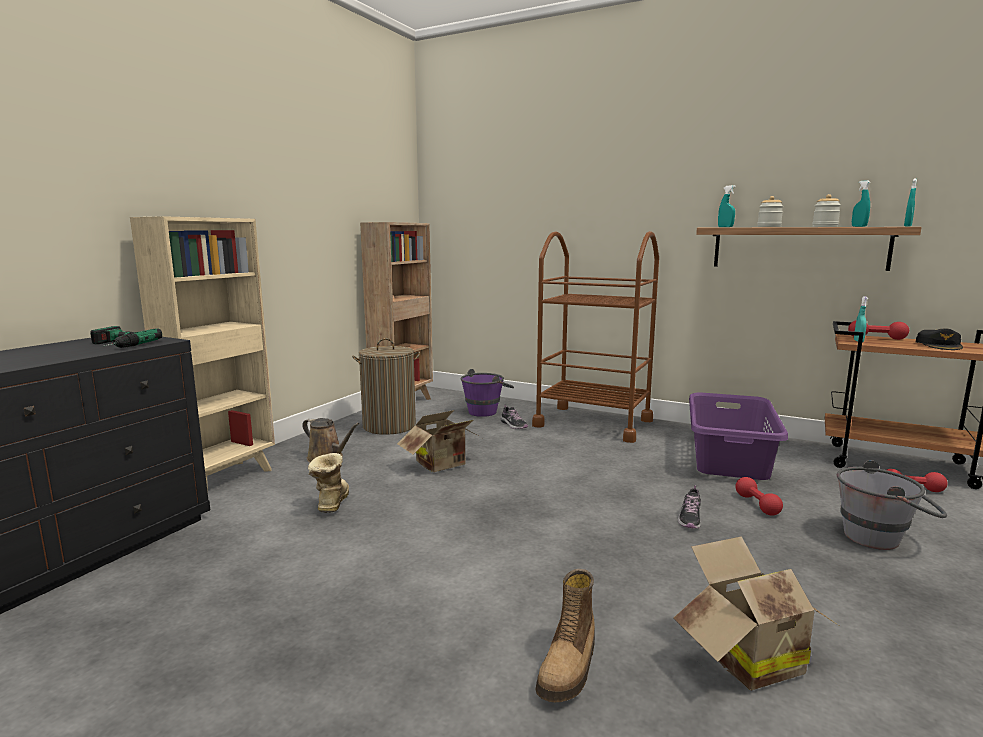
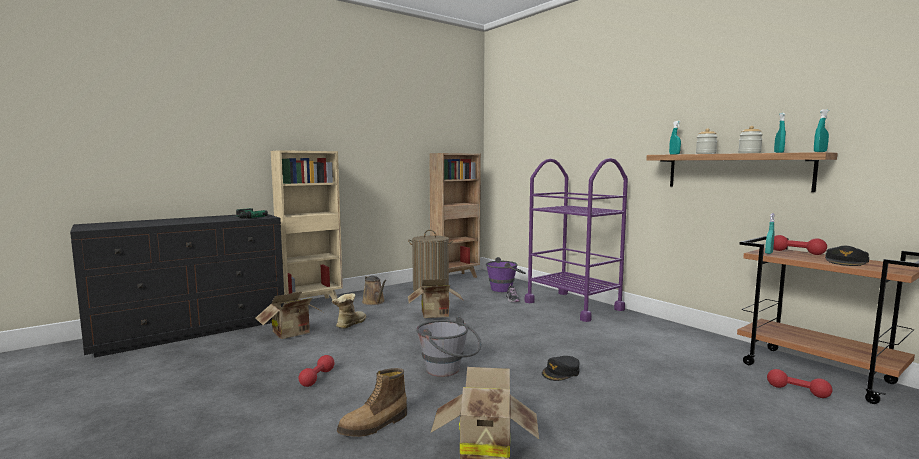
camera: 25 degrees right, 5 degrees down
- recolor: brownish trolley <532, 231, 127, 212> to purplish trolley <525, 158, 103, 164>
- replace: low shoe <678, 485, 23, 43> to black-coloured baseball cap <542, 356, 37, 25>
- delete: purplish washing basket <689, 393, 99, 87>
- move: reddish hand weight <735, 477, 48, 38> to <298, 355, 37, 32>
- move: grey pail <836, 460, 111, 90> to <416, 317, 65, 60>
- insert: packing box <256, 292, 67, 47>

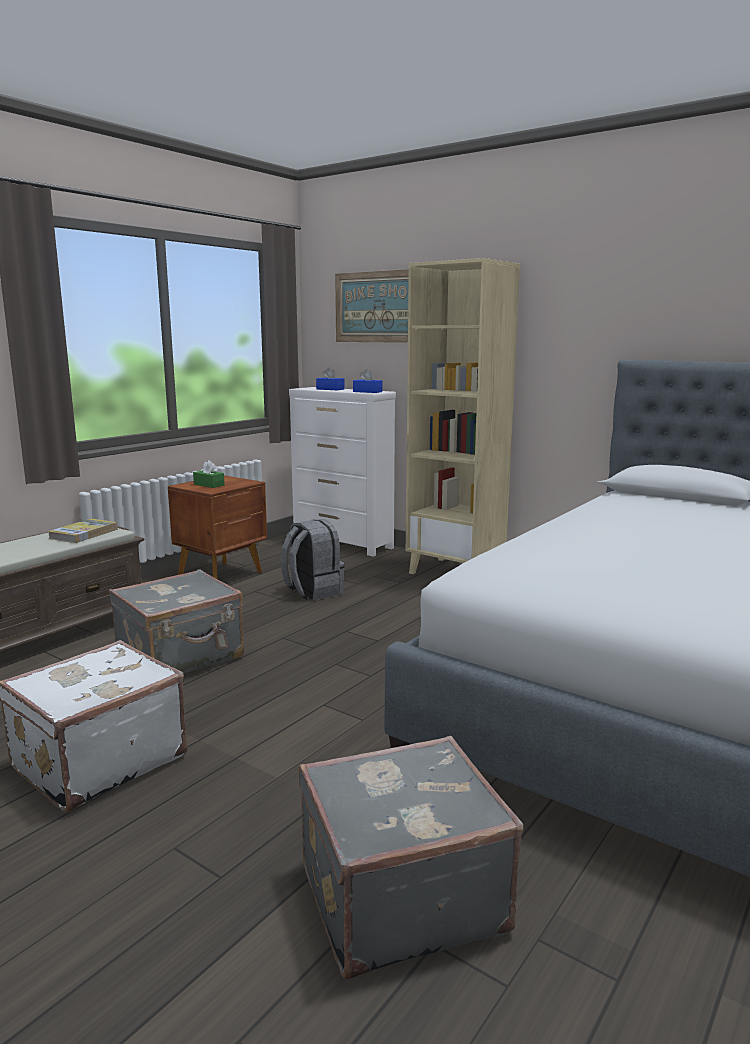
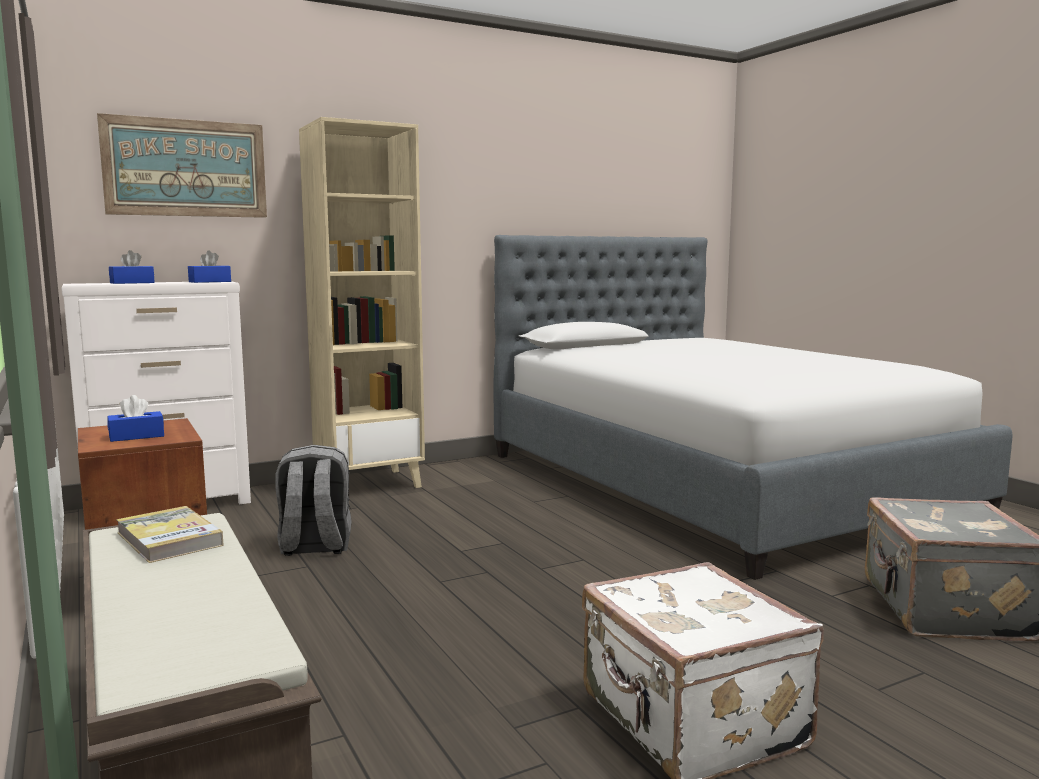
camera: 65 degrees left, 5 degrees down
- delete: grey suitcase <109, 569, 135, 105>
- recolor: green-coloured box of tissues <193, 460, 32, 28> to blue-coloured box of tissues <107, 395, 57, 47>

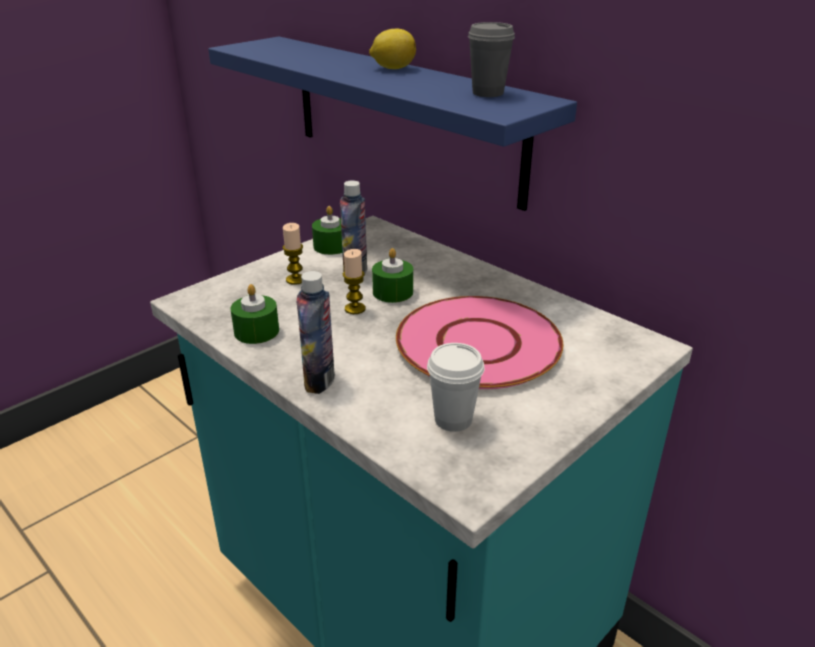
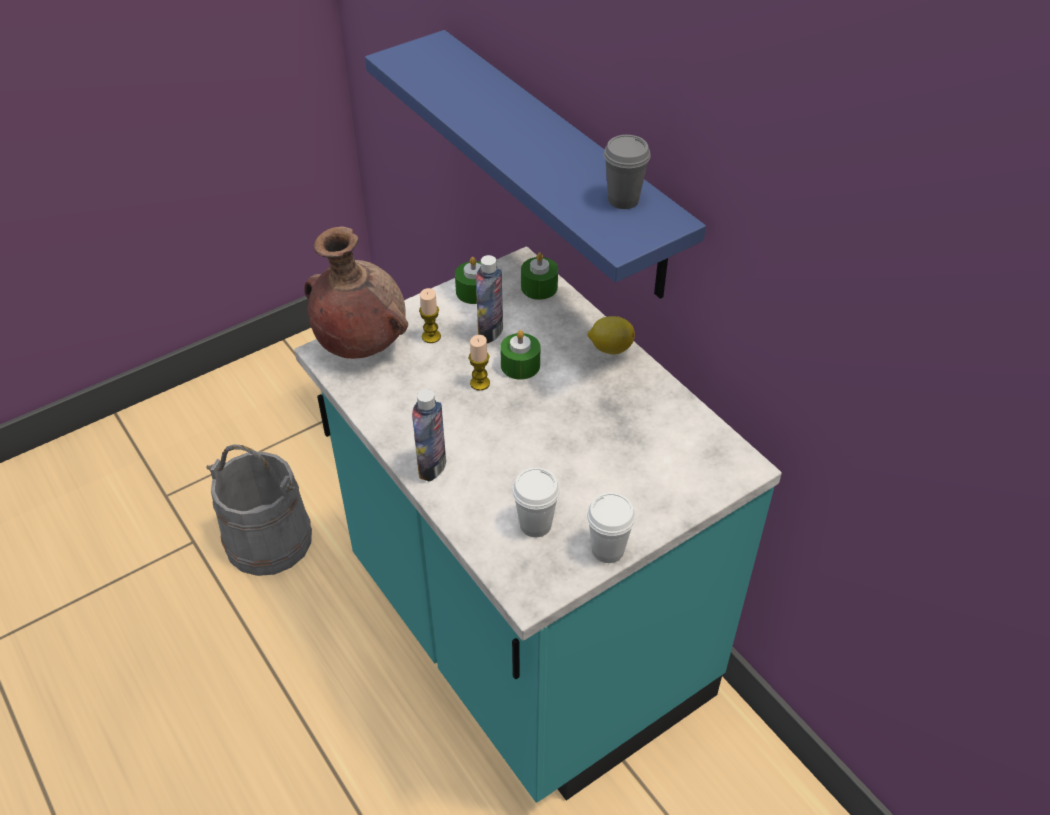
camera: 10 degrees right, 15 degrees up
- move: green-coloured wax candle <230, 284, 49, 60> to <521, 252, 37, 48>
- move: whole lemon <369, 29, 47, 40> to <588, 316, 47, 39>
- delete: pink flat dish <396, 296, 167, 93>
- insert: grey pail <206, 445, 106, 131>
- insert: brownish flower vase <304, 227, 104, 132>
- insert: white drinking cup <587, 493, 49, 70>

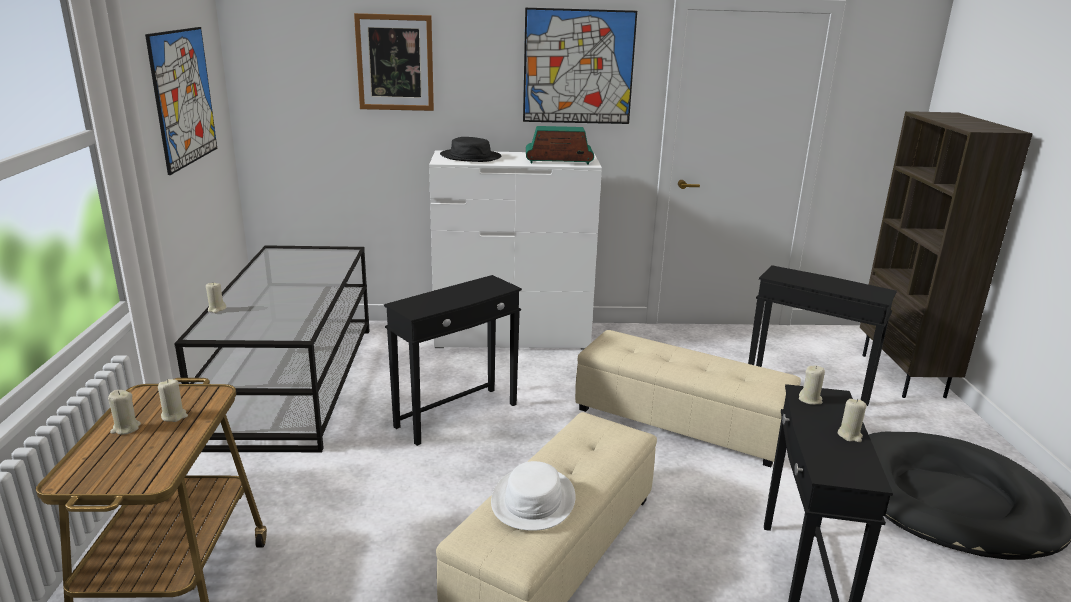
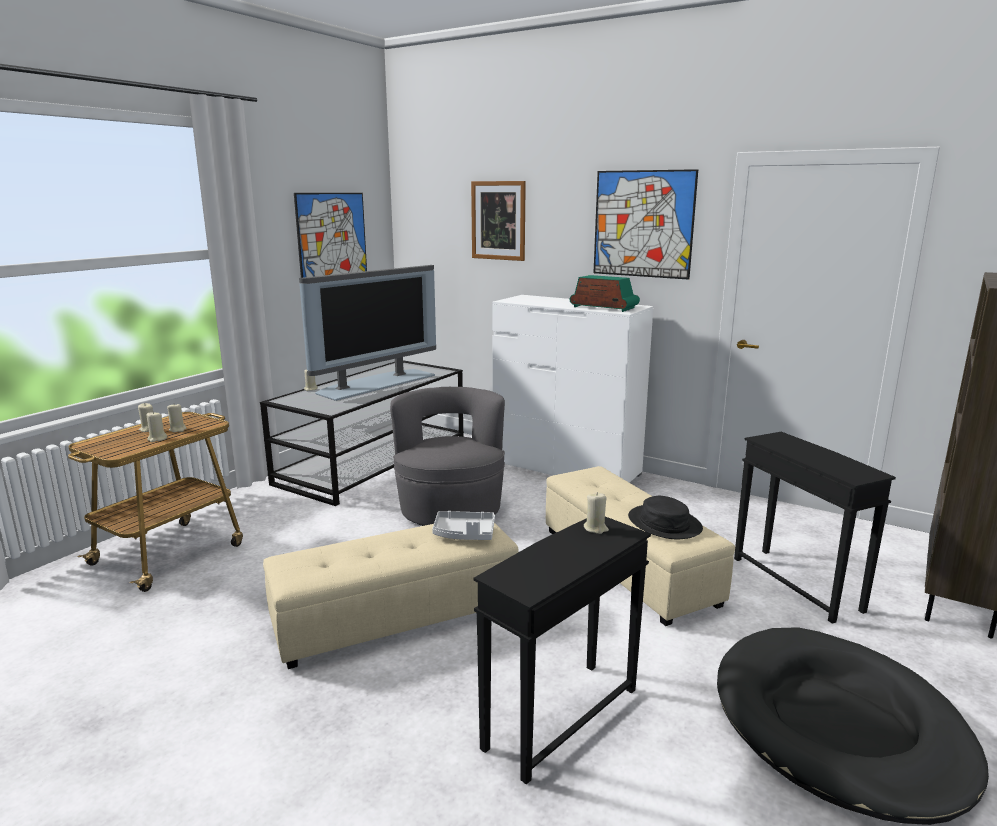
camera: 35 degrees right, 5 degrees down
- replace: black-coloured end table <384, 275, 138, 171> to grey armchair <390, 387, 115, 139>
- move: black-coloured hat <440, 137, 62, 25> to <628, 496, 75, 43>
- delete: white hat <491, 461, 85, 70>
- move: beige wax candle <838, 399, 29, 43> to <147, 411, 20, 31>
- insert: television <299, 265, 137, 136>
- insert: grey serving tray <432, 511, 63, 29>

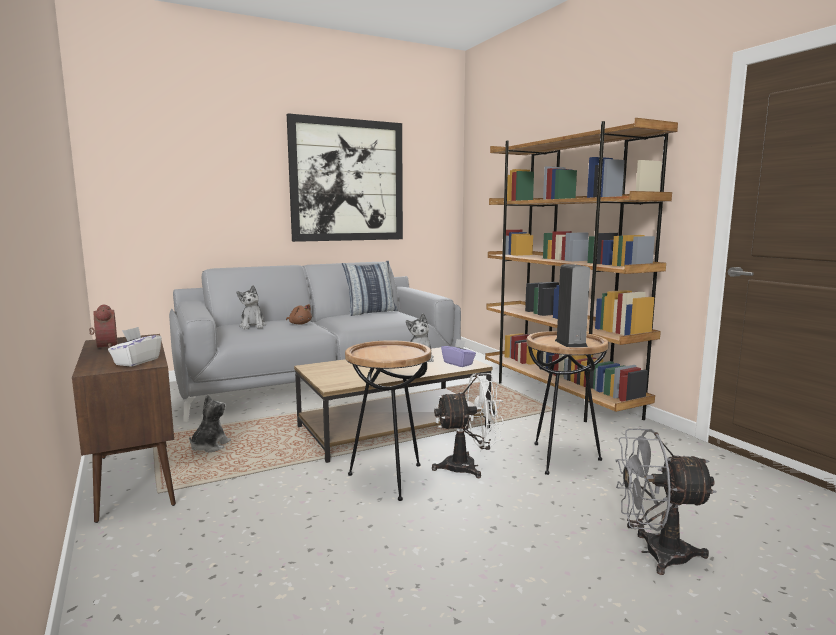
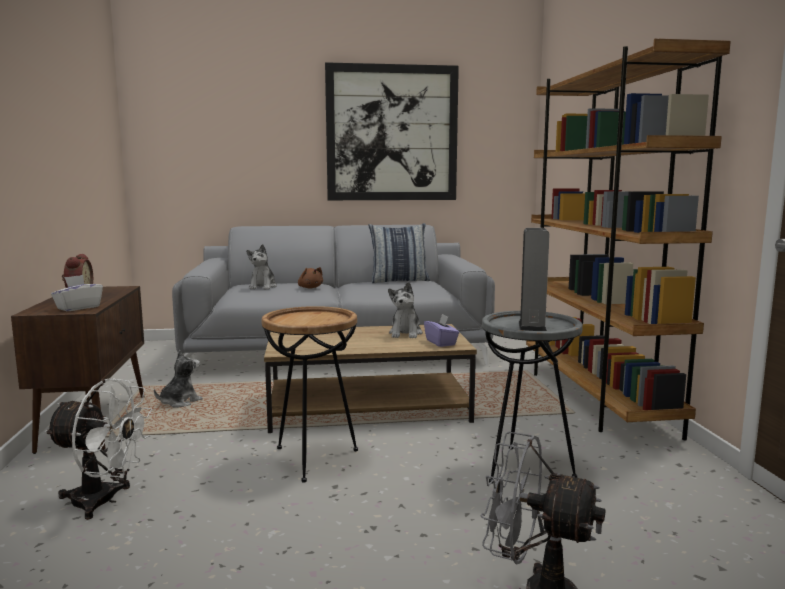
camera: 20 degrees right, 0 degrees up
- move: white cooling fan <432, 373, 72, 105> to <44, 378, 109, 142>
- recolor: brownish end table <527, 331, 82, 144> to grey end table <482, 311, 101, 173>

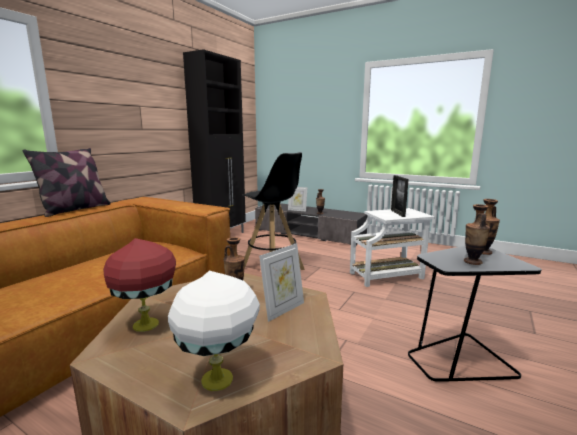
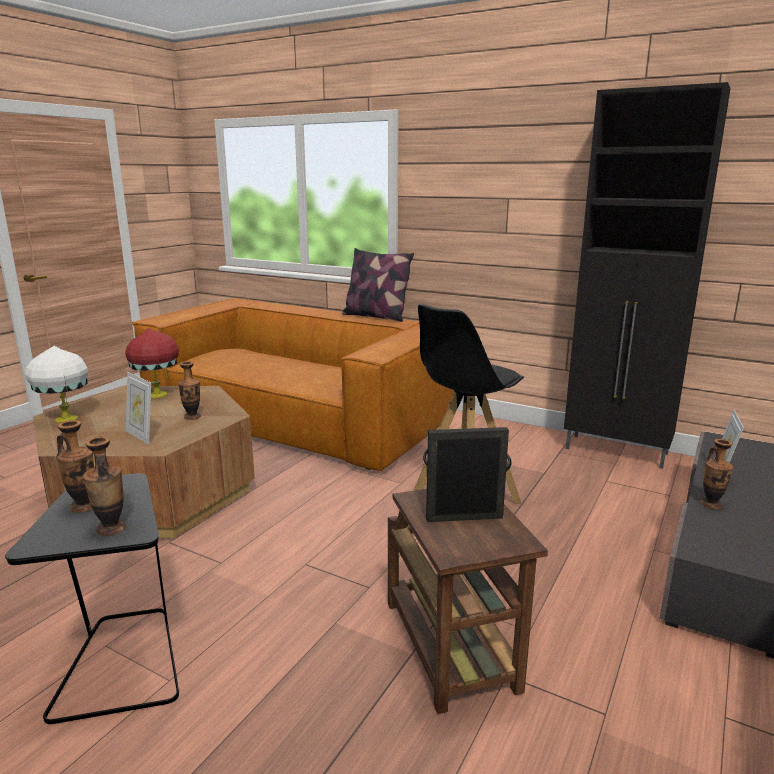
camera: 90 degrees right, 5 degrees up
- recolor: white end table <350, 208, 85, 79> to brownish end table <388, 489, 160, 225>

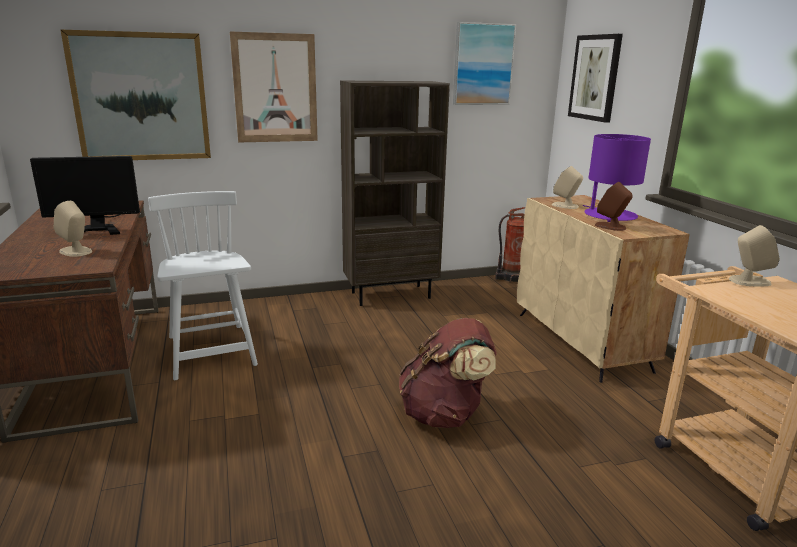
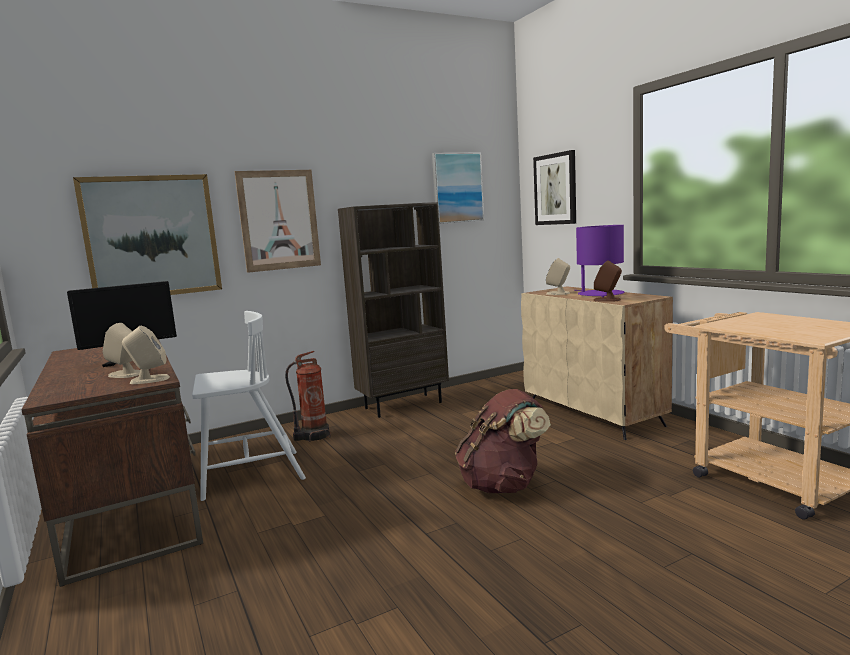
camera: 10 degrees left, 10 degrees down
- rotate: white plain chair <148, 191, 110, 189> = <192, 311, 114, 190> 105 degrees clockwise
- move: fire-fighting cylinder <495, 207, 30, 75> to <285, 351, 46, 91>
- move: beige audio speaker <729, 225, 51, 61> to <122, 326, 48, 58>

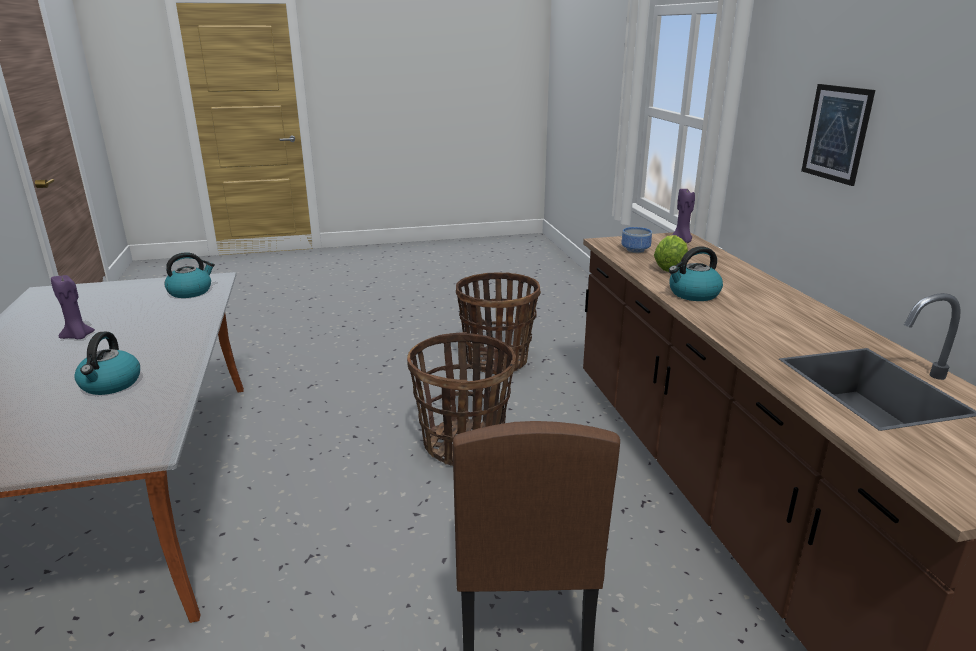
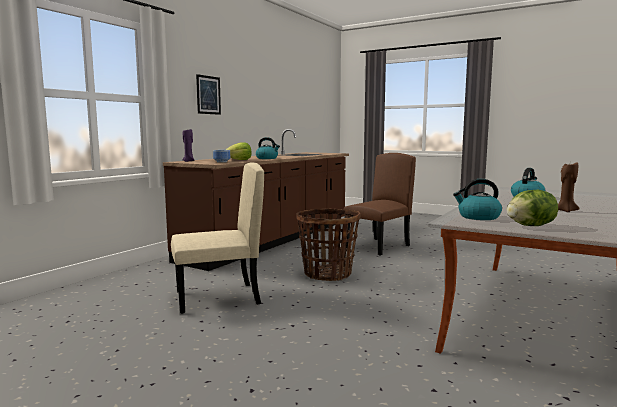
camera: 135 degrees left, 15 degrees down
- recolor: purplish wax candle <51, 275, 44, 64> to brownish wax candle <558, 162, 21, 50>
- replace: household basket <456, 272, 85, 100> to beige plain chair <171, 162, 93, 151>
- insert: lettuce head <507, 190, 51, 36>

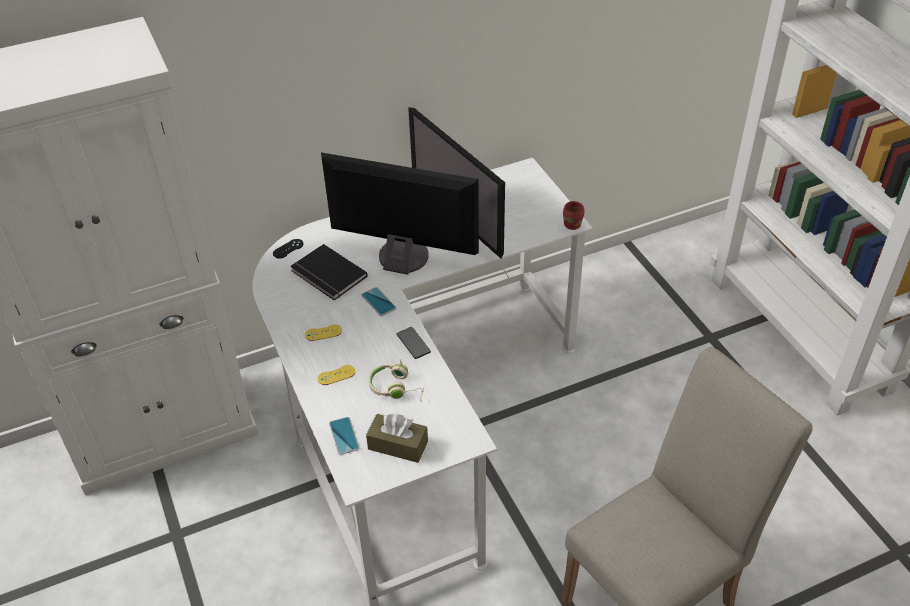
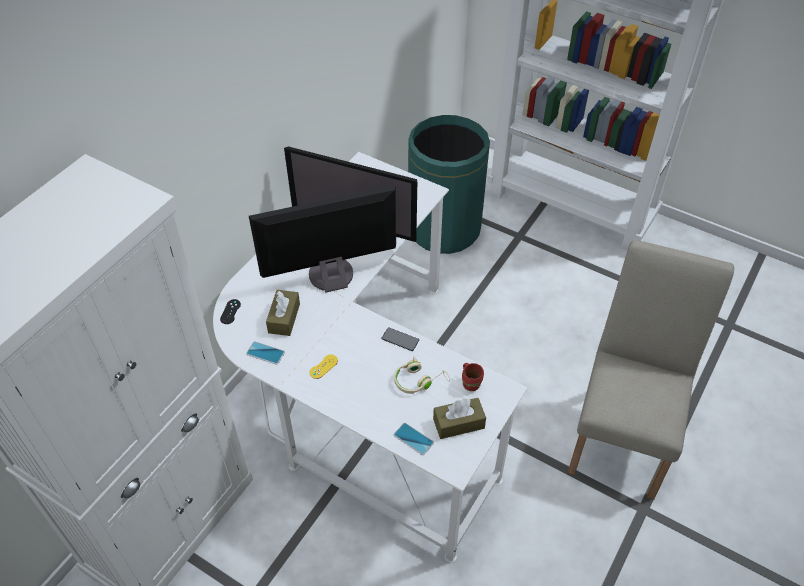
camera: 35 degrees left, 5 degrees up
- replace: black-coloured book <291, 244, 77, 56> to brownish box of tissues <266, 290, 34, 46>
- delete: yellowish joypad <318, 365, 37, 20>
- move: phone <361, 287, 35, 29> to <246, 342, 39, 23>
- move: reddish tea mug <563, 201, 21, 29> to <462, 363, 22, 28>
- insert: green-coloured trash can <408, 115, 82, 139>

